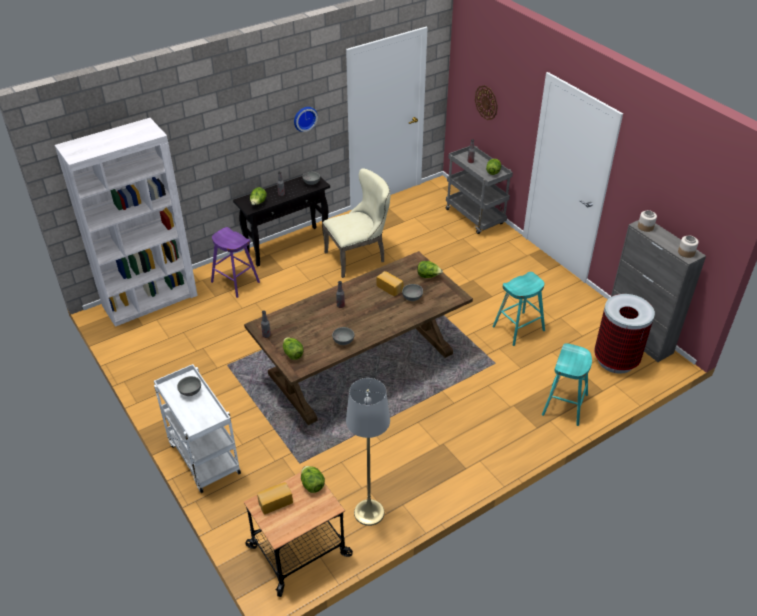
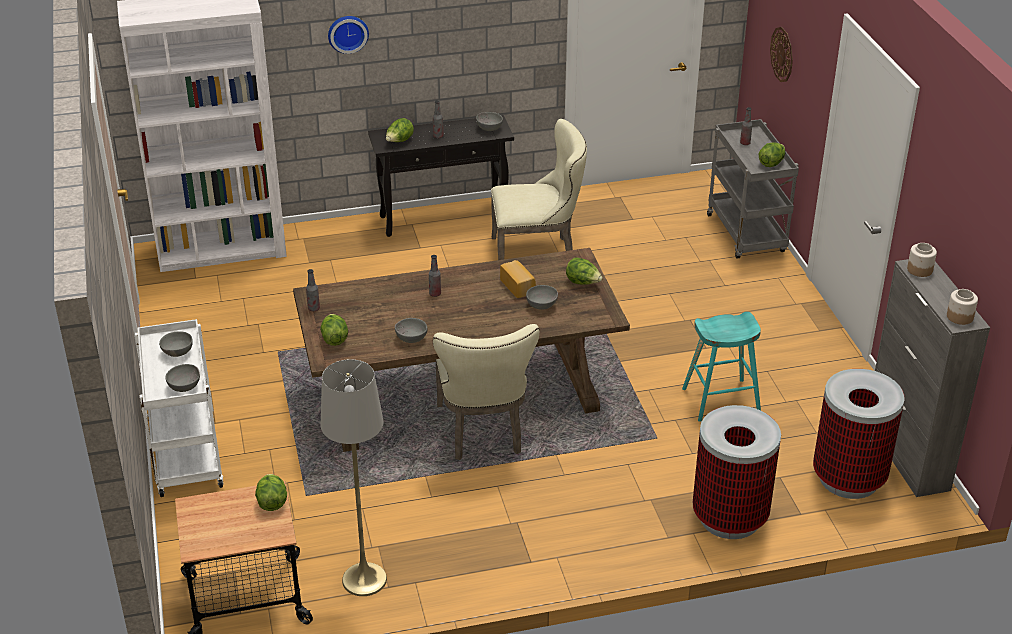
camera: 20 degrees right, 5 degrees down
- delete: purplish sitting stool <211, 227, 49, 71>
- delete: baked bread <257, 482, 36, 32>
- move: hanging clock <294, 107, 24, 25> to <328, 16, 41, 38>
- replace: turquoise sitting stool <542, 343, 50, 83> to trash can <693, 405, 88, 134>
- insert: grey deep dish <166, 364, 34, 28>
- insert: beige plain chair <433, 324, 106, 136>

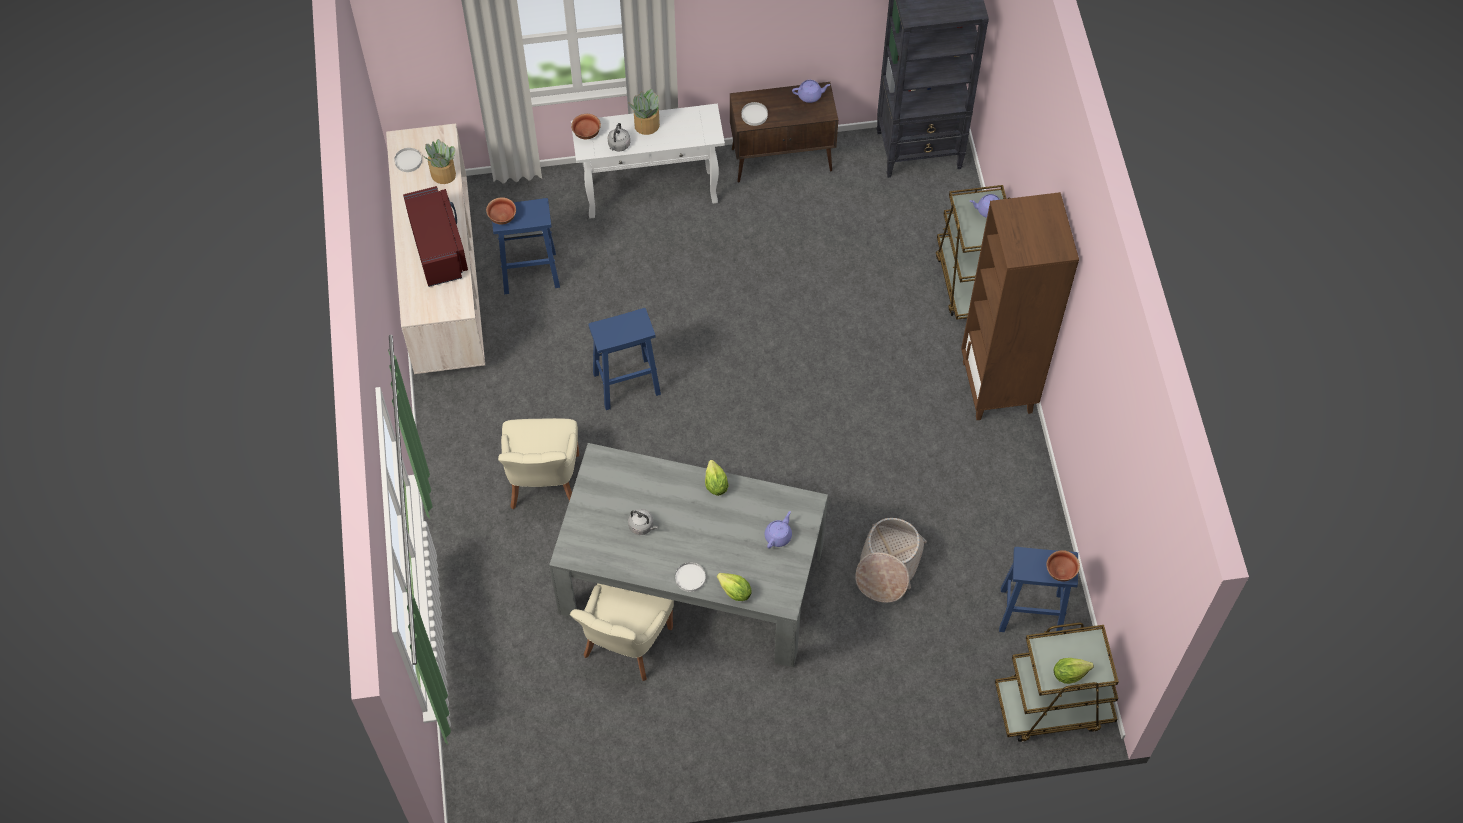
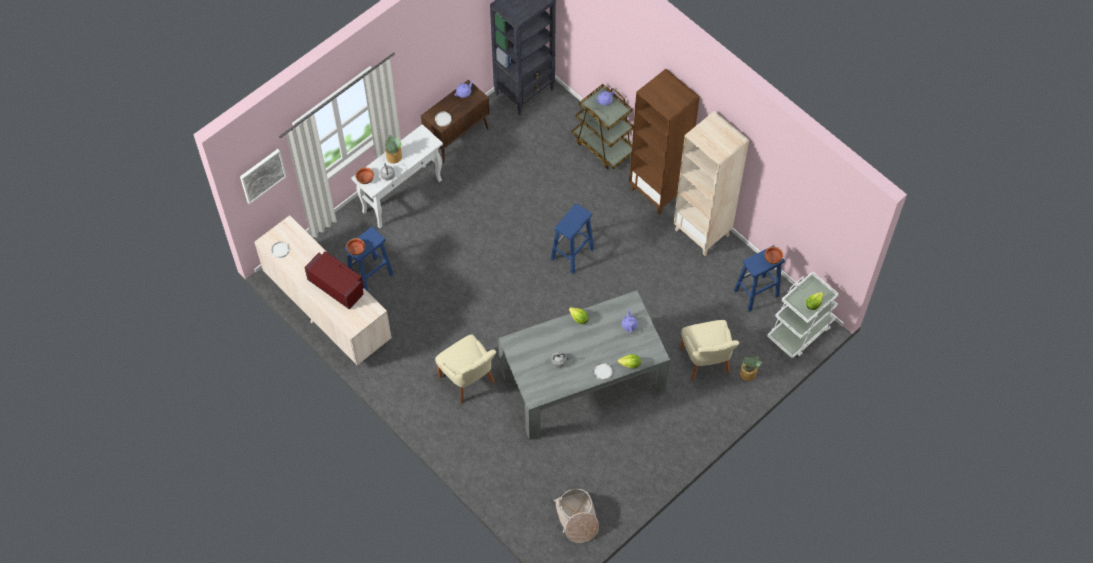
camera: 35 degrees left, 0 degrees up
- move: houseplant <423, 139, 33, 45> to <740, 356, 22, 25>
- move: beige plain chair <570, 583, 104, 98> to <680, 320, 60, 61>
- move: blue-coloured sitting stool <588, 308, 73, 102> to <551, 203, 43, 71>
- move: household basket <855, 518, 72, 85> to <554, 489, 45, 54>
- recolor: brownish trolley <995, 623, 124, 119> to white trolley <767, 271, 72, 87>
- insert: picture <240, 149, 46, 55>
- insert: beige shelving unit <674, 111, 75, 145>

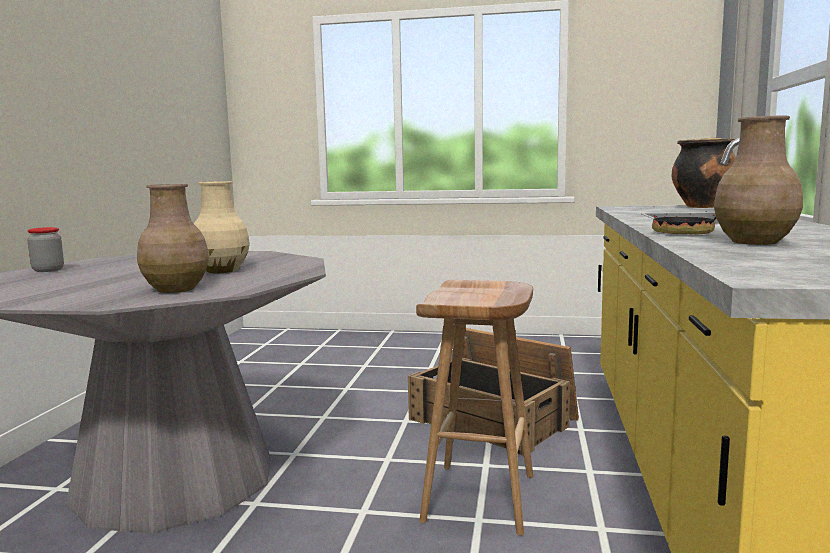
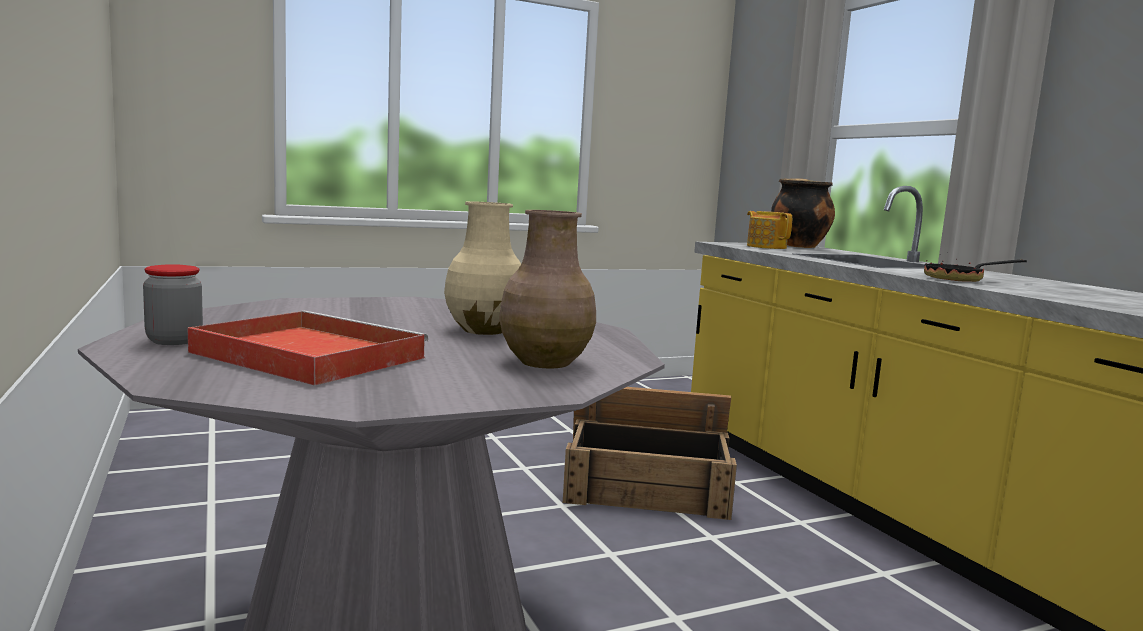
camera: 35 degrees left, 0 degrees up
- delete: brownish sitting stool <416, 280, 117, 256>
- delete: brownish flower vase <714, 116, 89, 129>
- insert: reddish serving tray <187, 311, 241, 75>
- insert: teapot <747, 211, 45, 38>

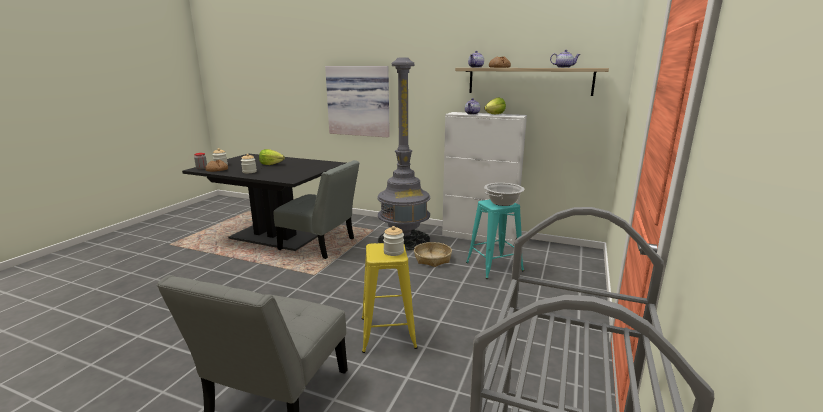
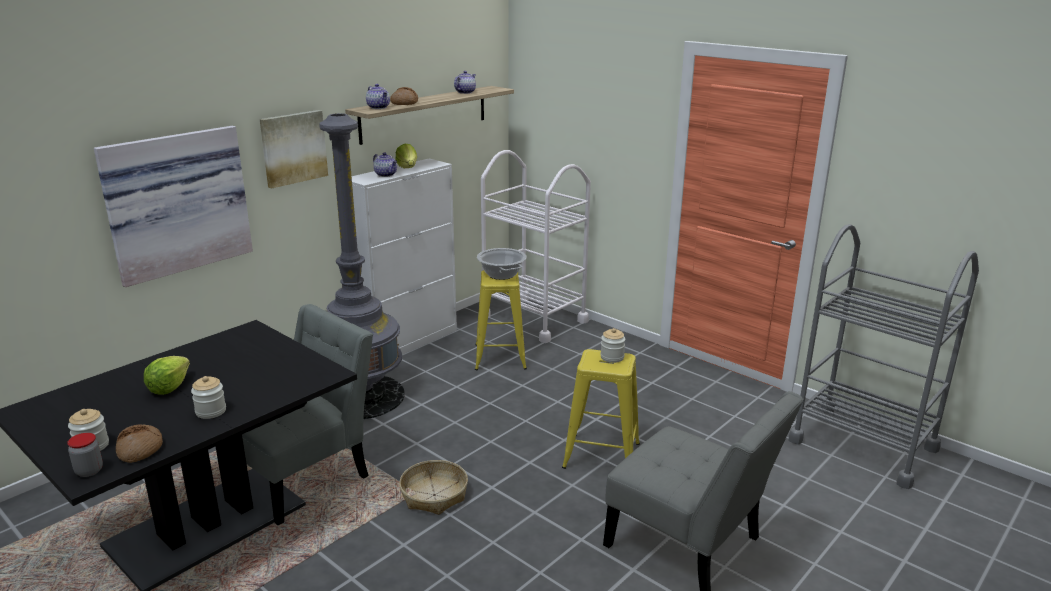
camera: 70 degrees left, 5 degrees up
- move: household basket <414, 242, 38, 25> to <399, 460, 69, 55>
- recolor: turquoise sitting stool <466, 199, 58, 80> to yellowish sitting stool <475, 270, 52, 100>
- insert: picture <260, 110, 68, 79>
- insert: white trolley <481, 150, 110, 193>

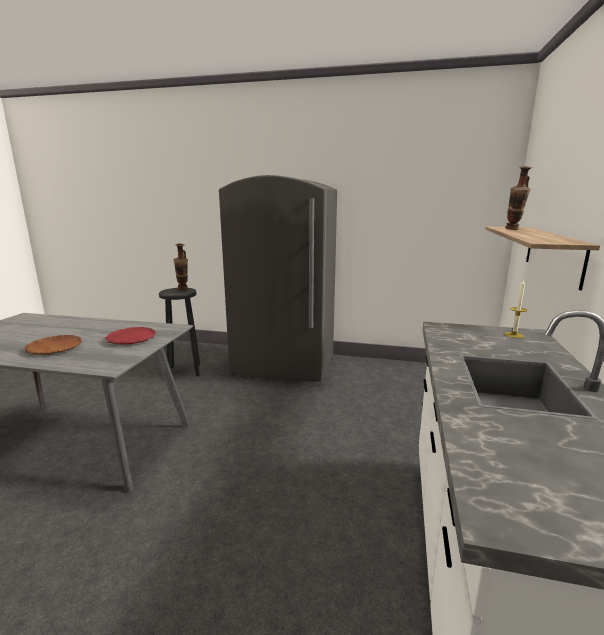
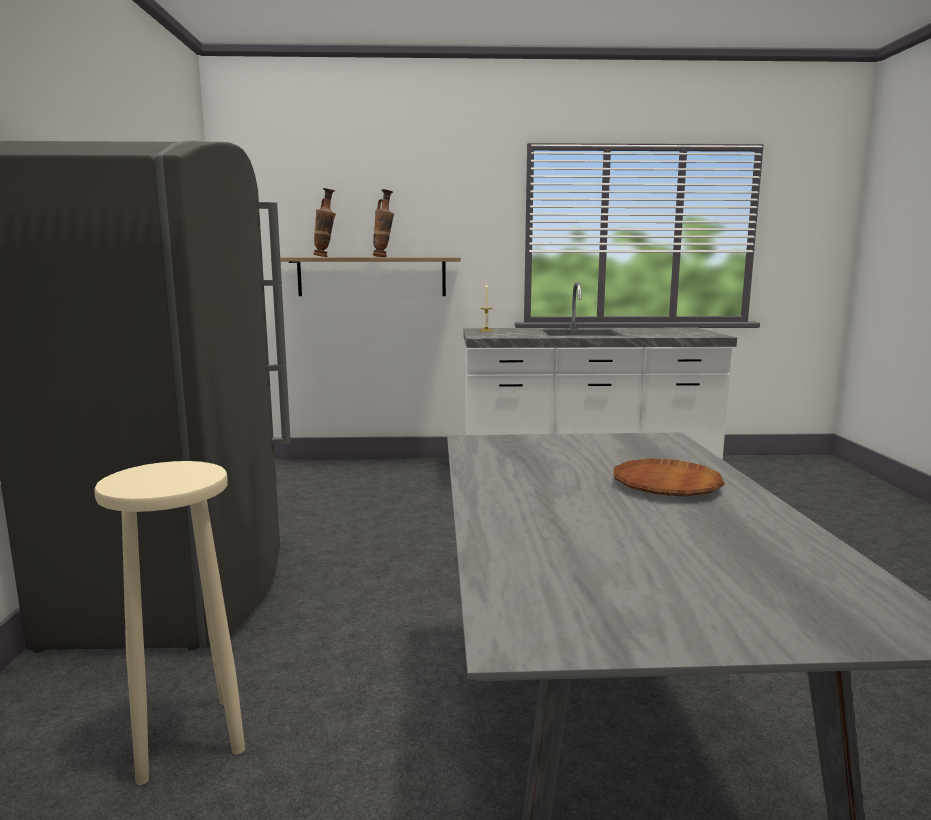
camera: 105 degrees left, 5 degrees down
- delete: reddish flat dish <105, 327, 51, 18>
- recolor: black-coloured sitting stool <159, 288, 41, 88> to beige sitting stool <94, 461, 151, 324>
- move: flower vase <174, 244, 14, 46> to <373, 189, 21, 68>

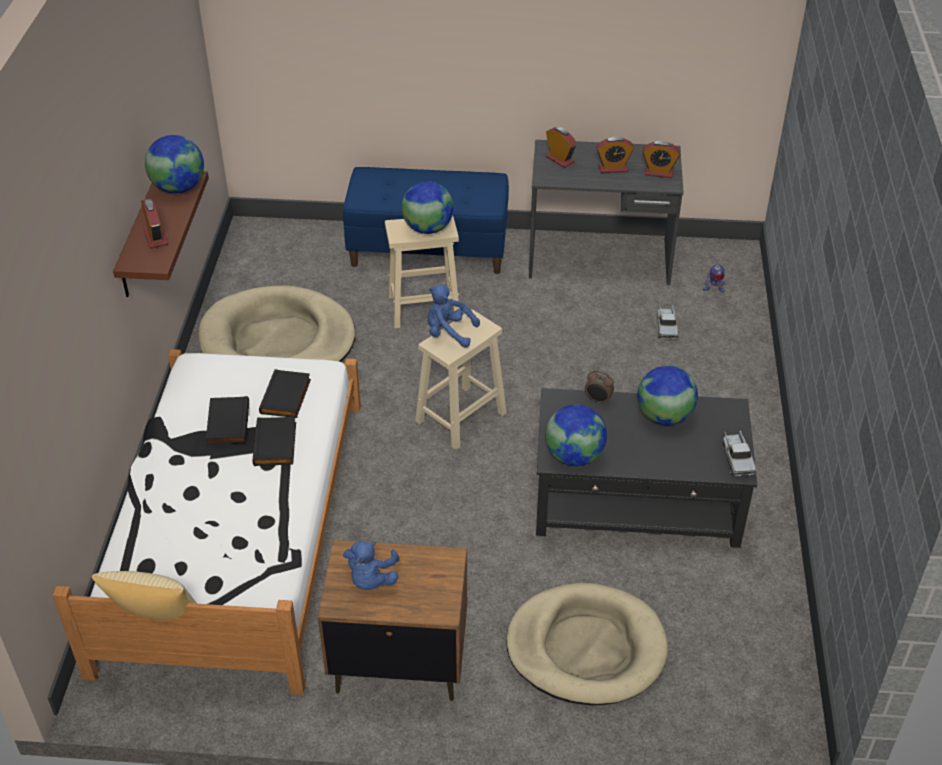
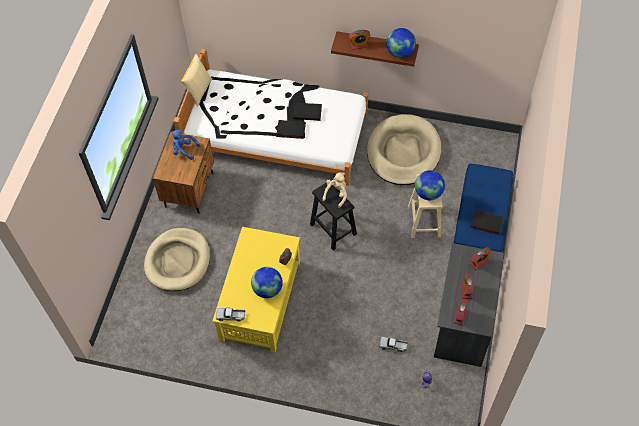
camera: 100 degrees right, 15 degrees up
- move: black-coloured book <259, 369, 52, 49> to <470, 210, 34, 25>
- recolor: beige sitting stool <415, 309, 92, 141> to black-coloured sitting stool <310, 182, 47, 68>
- recolor: blue-coloured cuddly toy <428, 285, 52, 63> to beige cuddly toy <323, 172, 24, 36>
- recolor: black-coloured lounge table <536, 388, 221, 160> to yellowish lounge table <212, 227, 88, 126>
- delete: globe <545, 405, 62, 61>

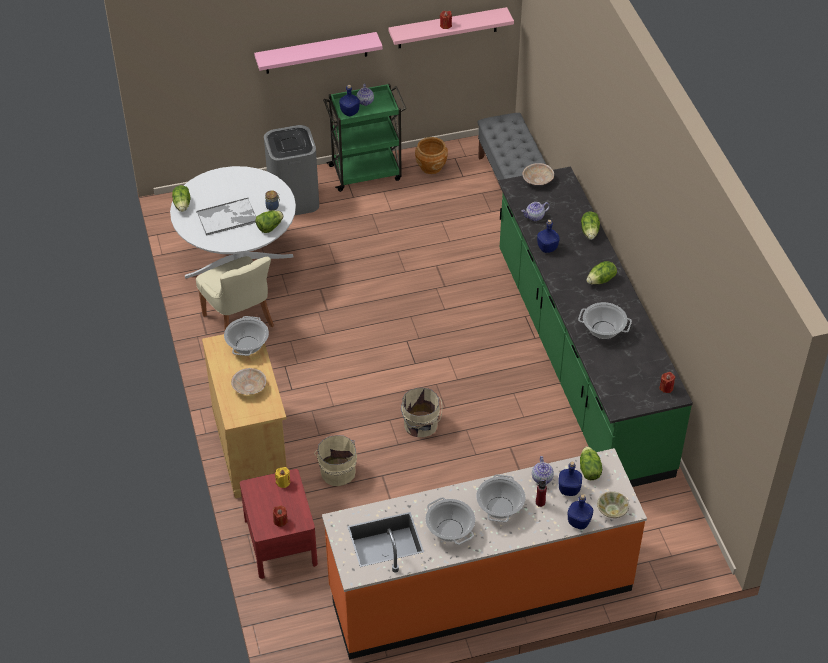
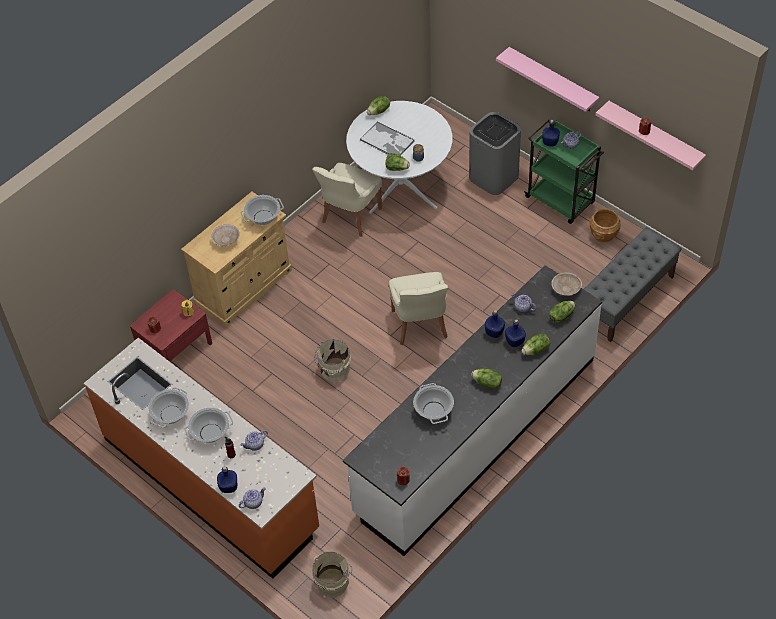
camera: 60 degrees right, 5 degrees up
- move: beige pail <314, 435, 43, 51> to <313, 552, 40, 46>
- recolor: green-coloured kitchen counter <498, 166, 195, 321> to white kitchen counter <343, 265, 259, 291>
- move: blue-coloured bottle <559, 462, 23, 34> to <505, 319, 21, 28>
- move: lettuce head <580, 446, 22, 34> to <549, 301, 26, 22>
- replace: beige deep dish <597, 492, 32, 26> to teapot <239, 487, 27, 22>
- insert: beige plain chair <389, 272, 59, 73>

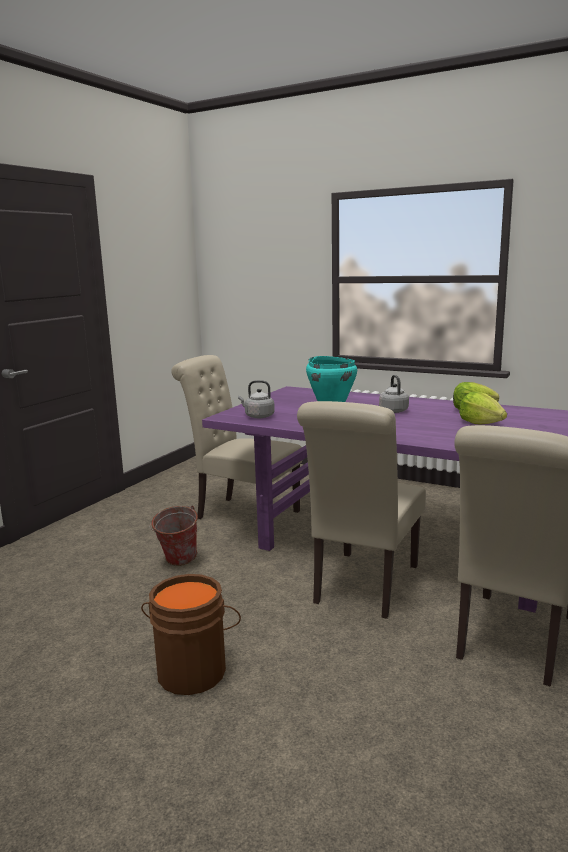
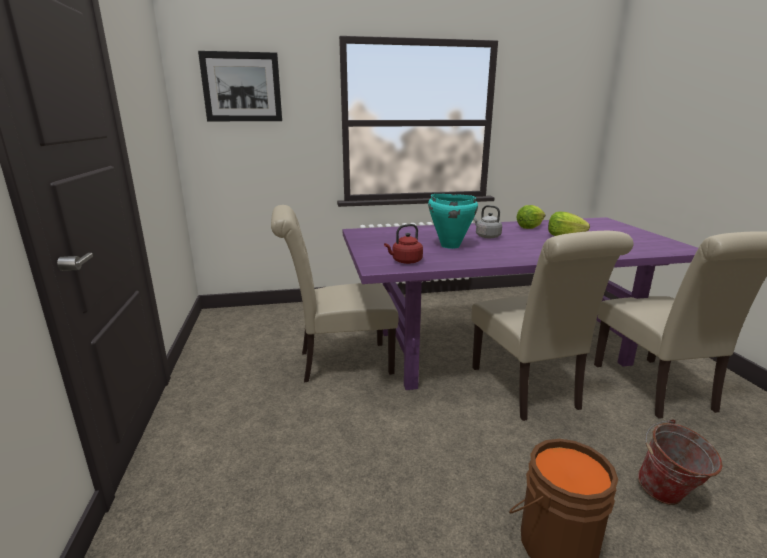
camera: 40 degrees left, 5 degrees up
- move: pail <149, 505, 49, 61> to <638, 419, 85, 86>
- recolor: grey tea kettle <238, 380, 37, 38> to reddish tea kettle <384, 224, 39, 40>
- insert: picture <198, 51, 84, 70>

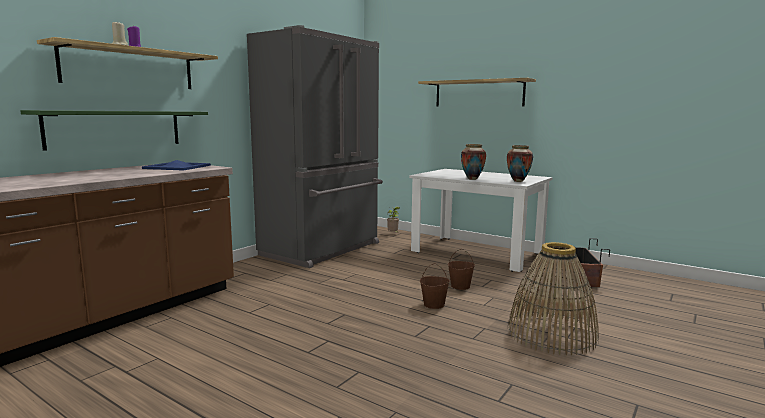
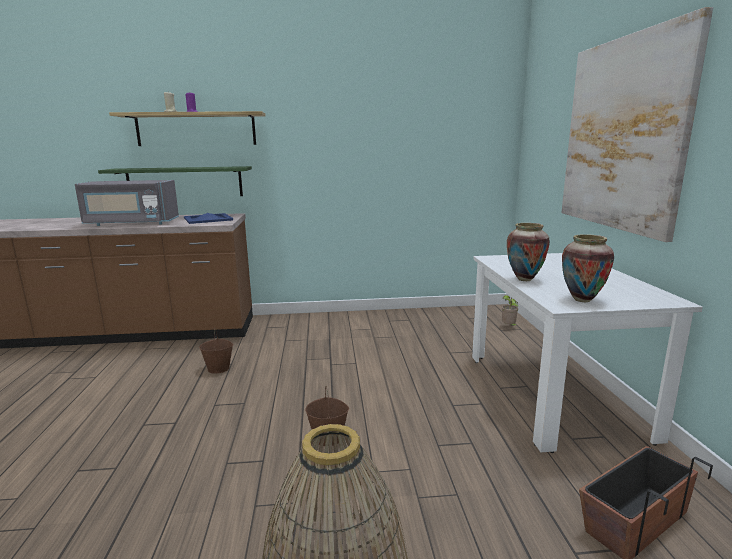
camera: 50 degrees right, 5 degrees up
- delete: grey fridge <247, 25, 136, 243>
- replace: shelf <418, 78, 118, 28> to picture <561, 7, 152, 235>
- move: brownish pail <448, 249, 27, 41> to <199, 328, 35, 46>
- insert: grey kitchen microwave <75, 180, 104, 46>

